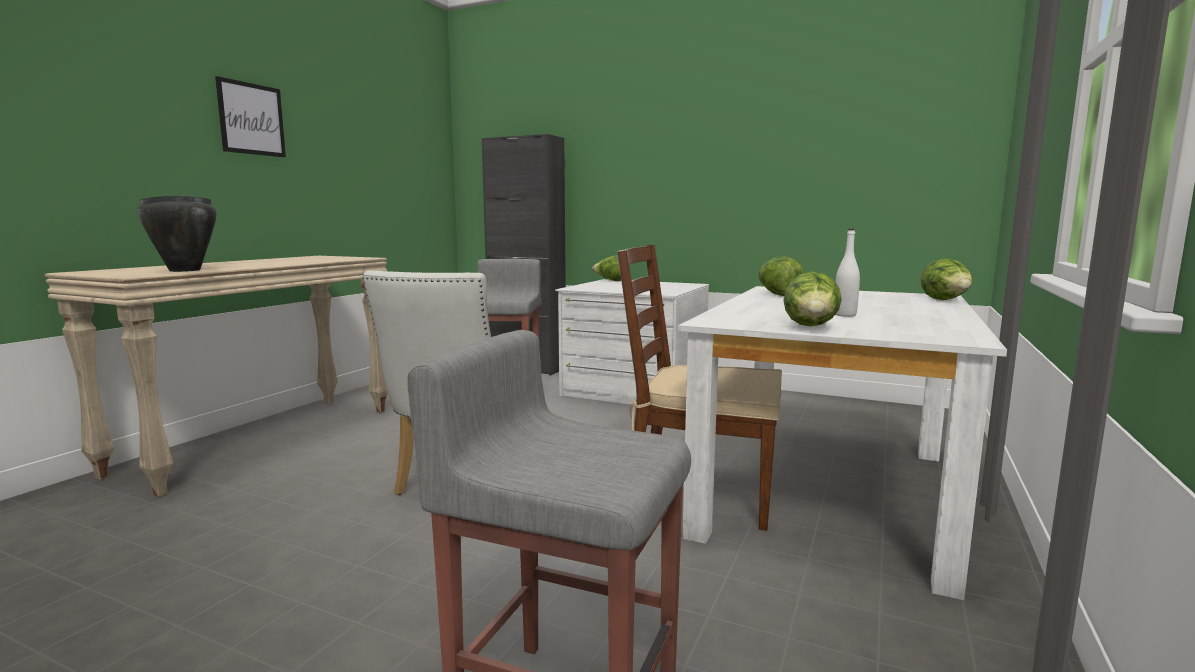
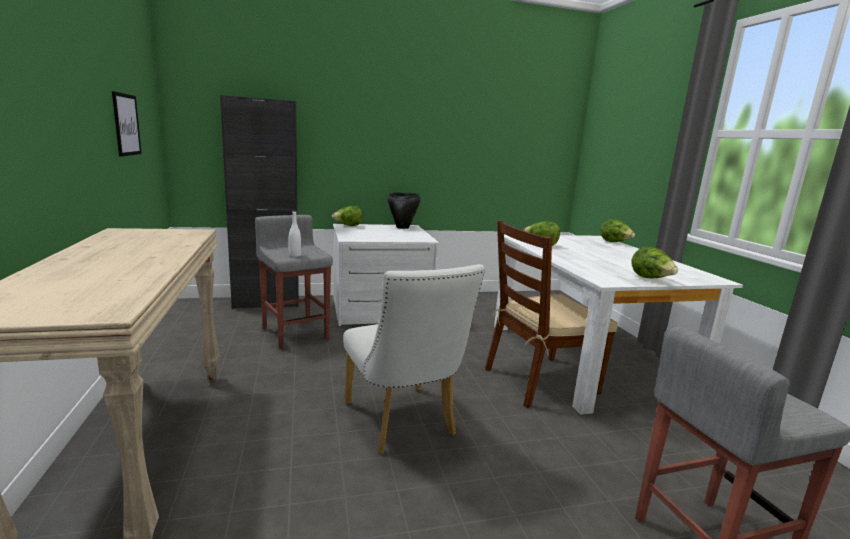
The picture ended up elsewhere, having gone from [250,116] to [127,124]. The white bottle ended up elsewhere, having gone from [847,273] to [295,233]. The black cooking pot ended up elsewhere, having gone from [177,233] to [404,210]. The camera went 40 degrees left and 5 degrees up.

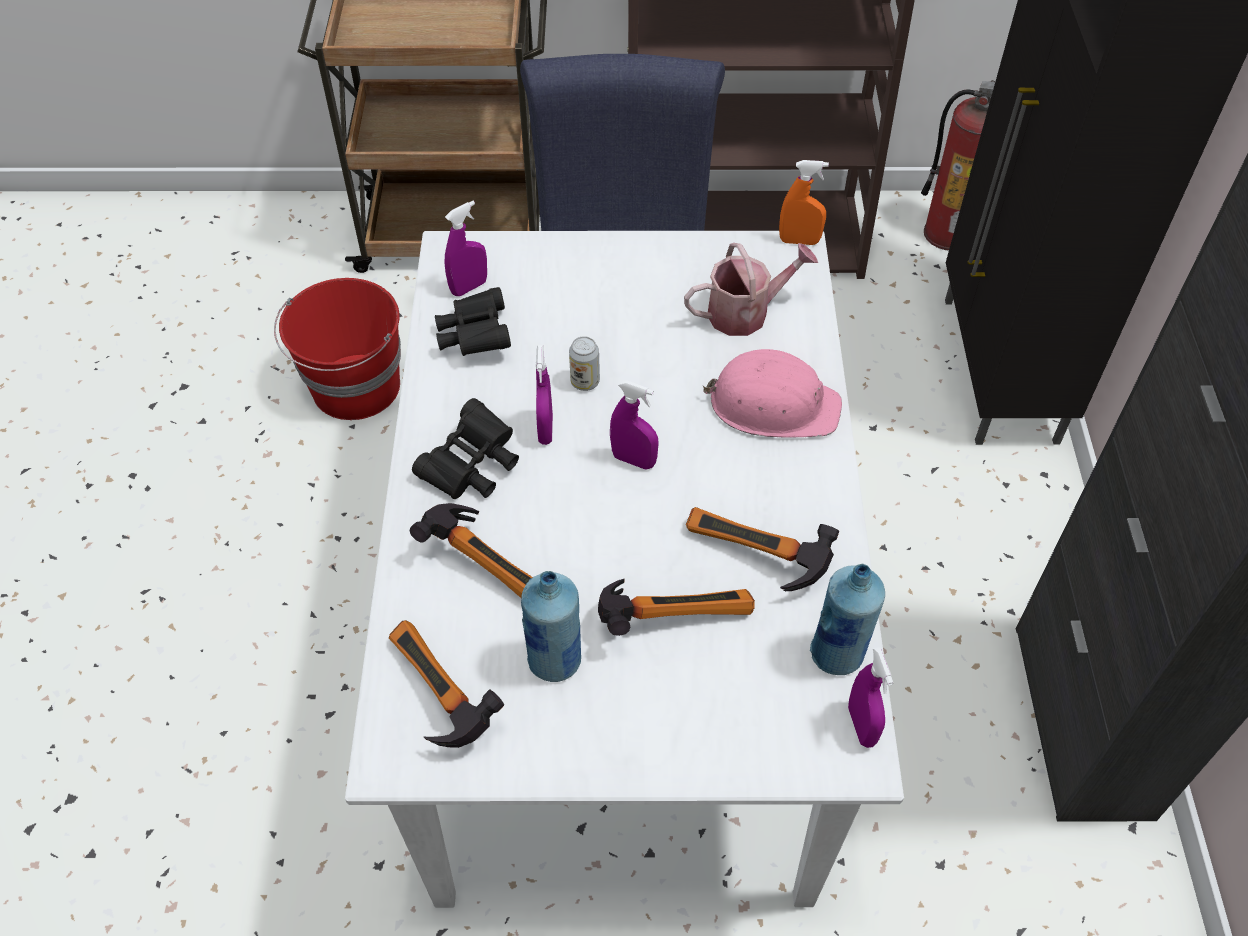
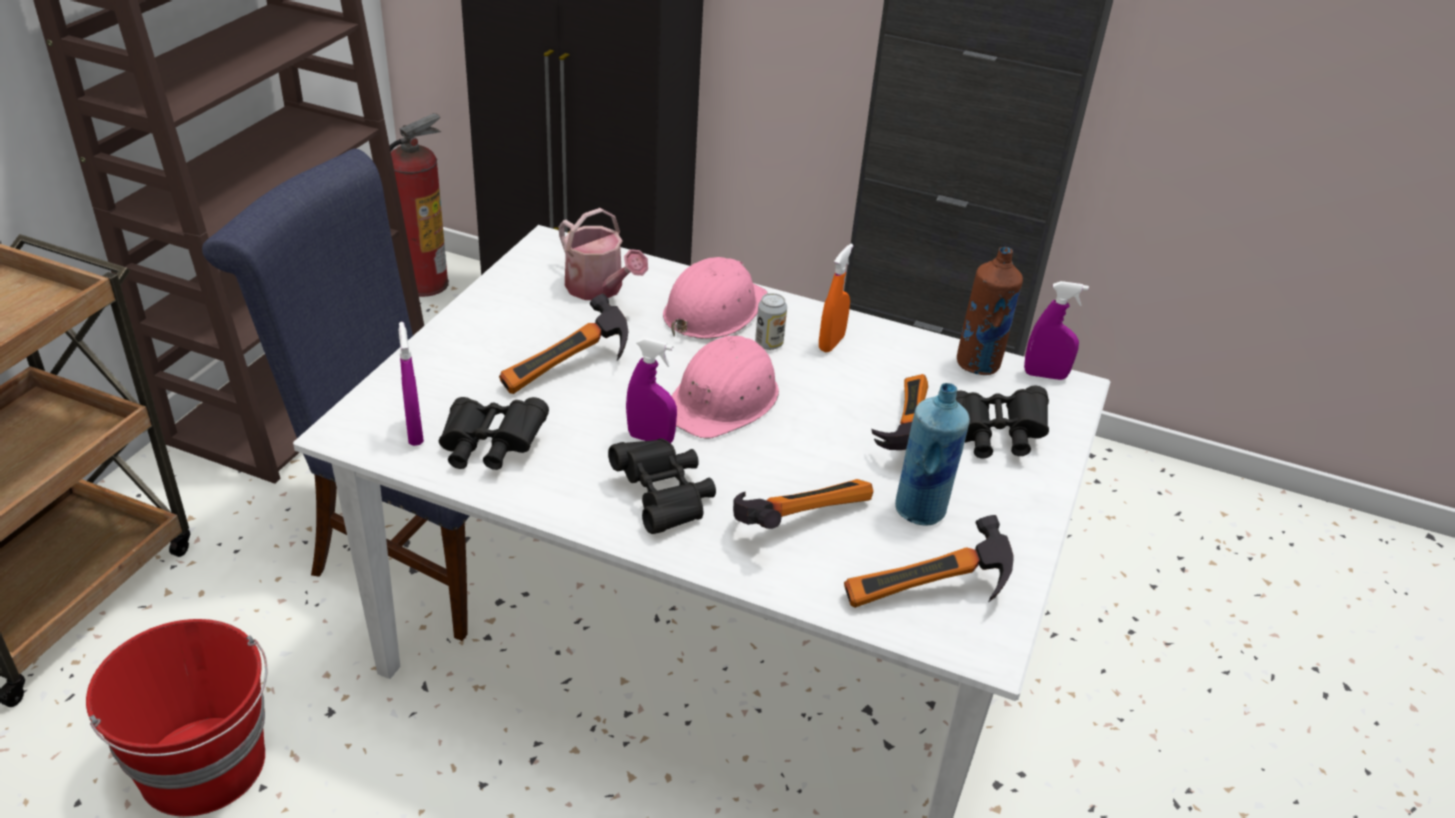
The hammer ended up elsewhere, having gone from [762,549] to [563,343]. The watering can at [751,289] ended up facing another way, 135 degrees clockwise from before. Where the purple spray bottle stood at [634,425], the pink hard hat came to stand at [725,387]. The can ended up elsewhere, having gone from [584,363] to [771,321]. The orange spray bottle ended up elsewhere, having gone from [804,202] to [836,298]. The second view gained the black binoculars at [1002,422]. What was the blue bottle at [847,619] turned into the brown bottle at [990,311]. The camera went 70 degrees left and 15 degrees down.

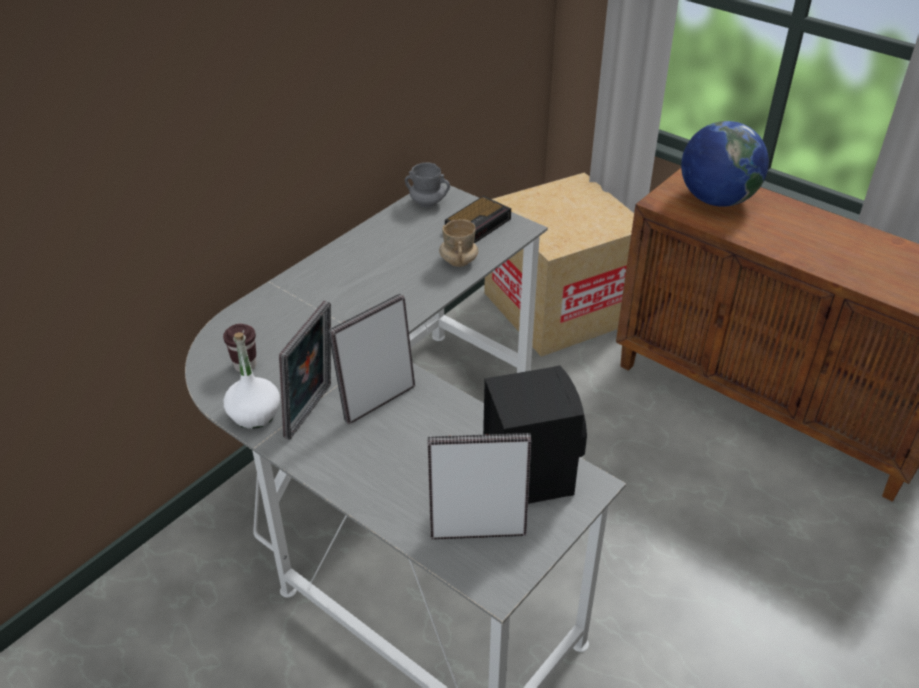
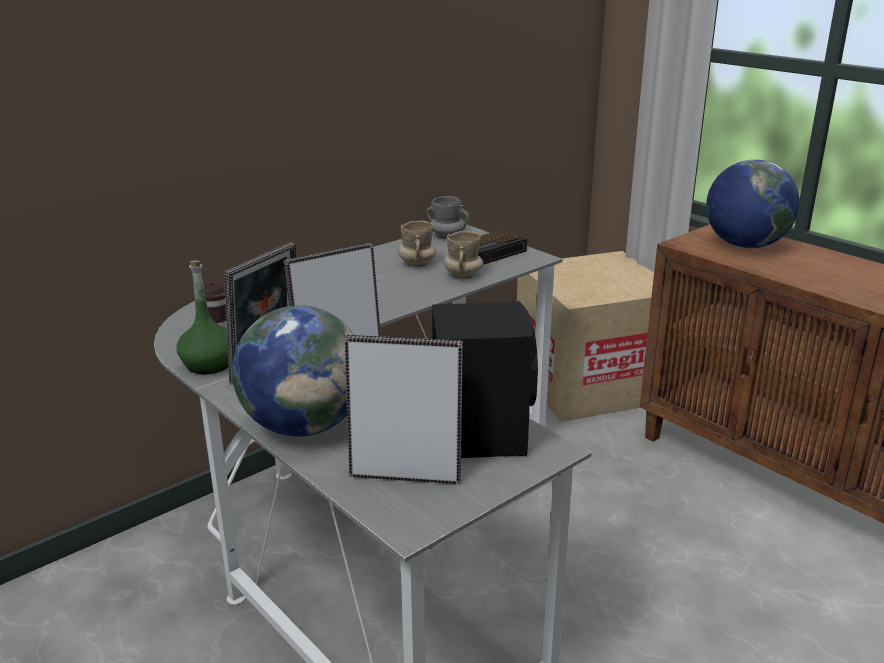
What was the white bottle at [252,380] turned into the green bottle at [202,317]. The second view gained the globe at [293,371]. The second view gained the beige mug at [417,244]. The camera went 10 degrees right and 15 degrees down.

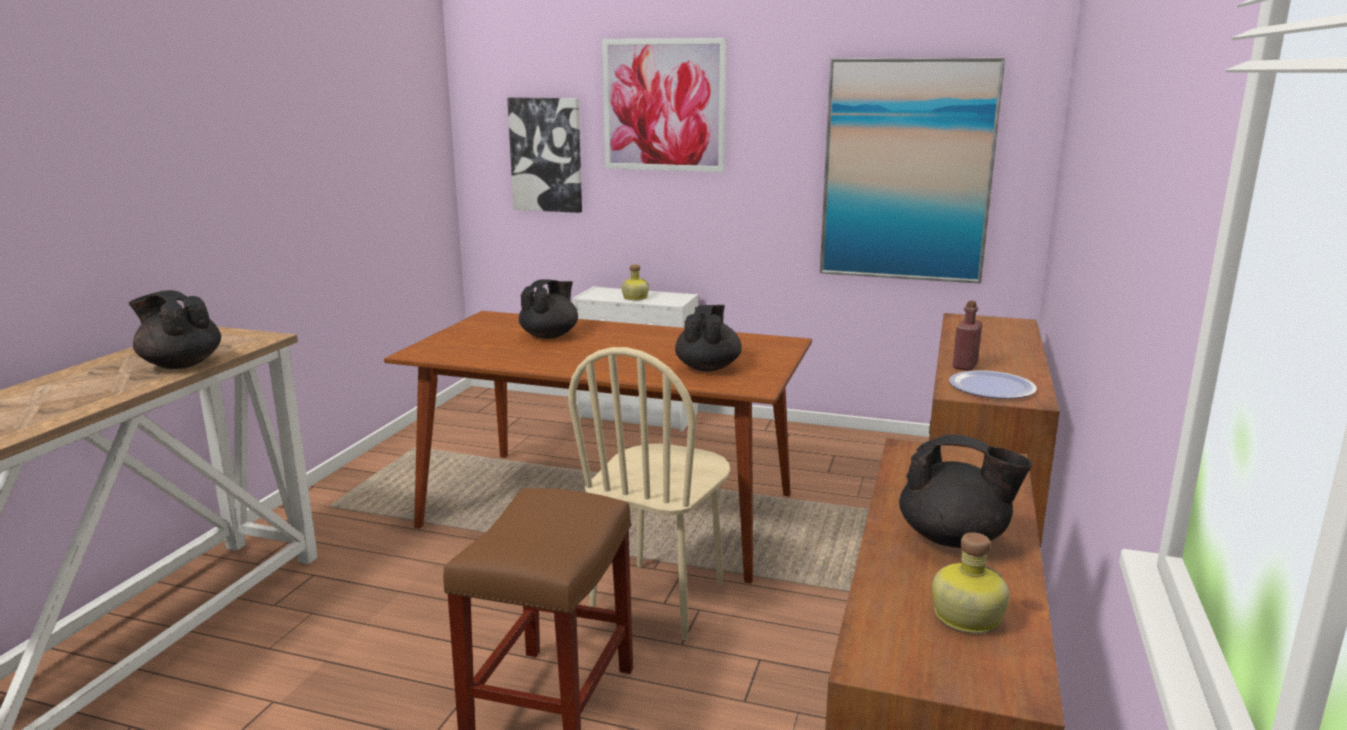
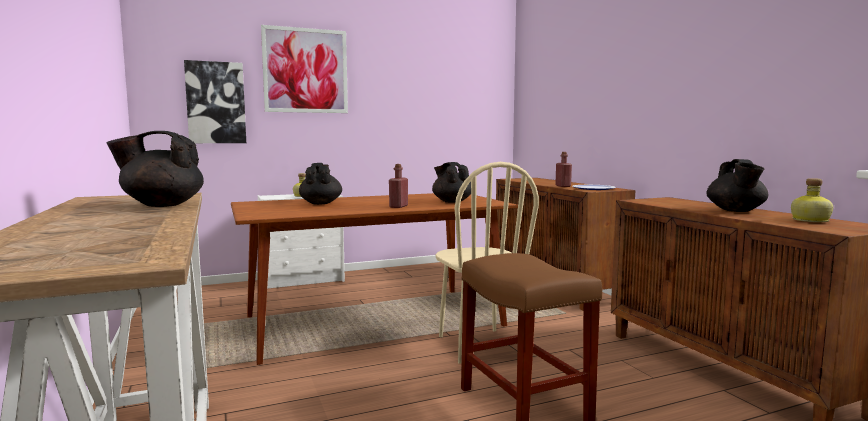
The second view gained the red bottle at [398,186]. The black teapot at [965,491] ended up facing another way, 120 degrees clockwise from before. The second view lost the picture at [912,171]. The camera went 40 degrees left and 10 degrees down.

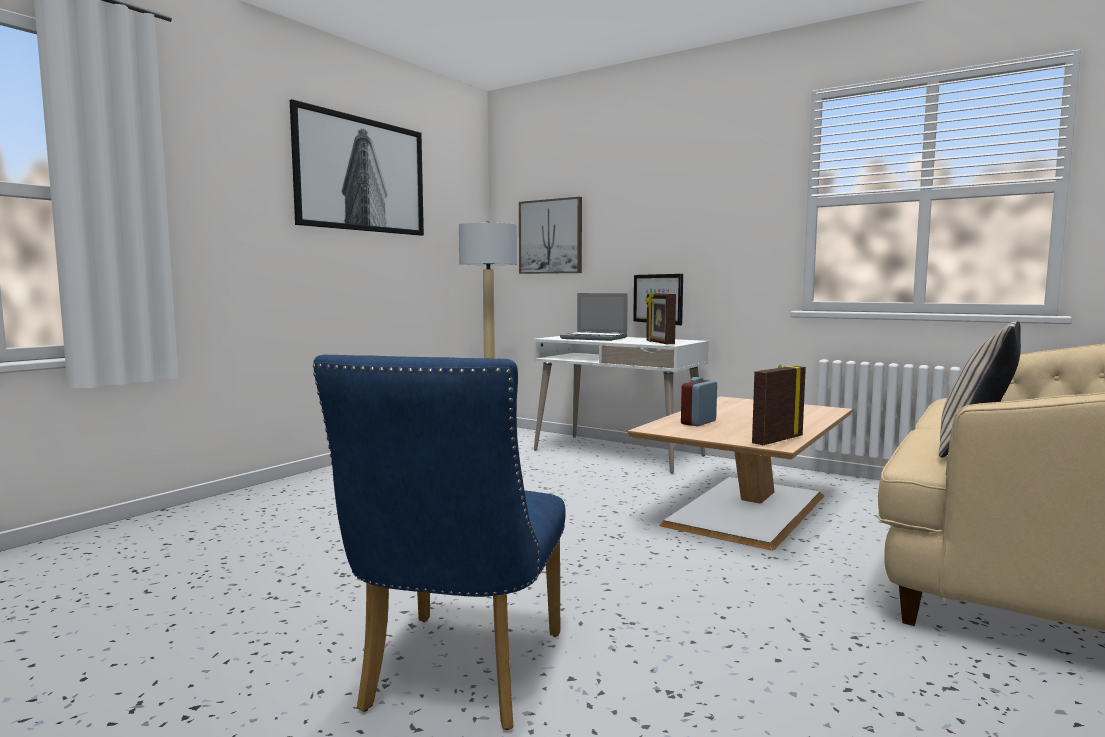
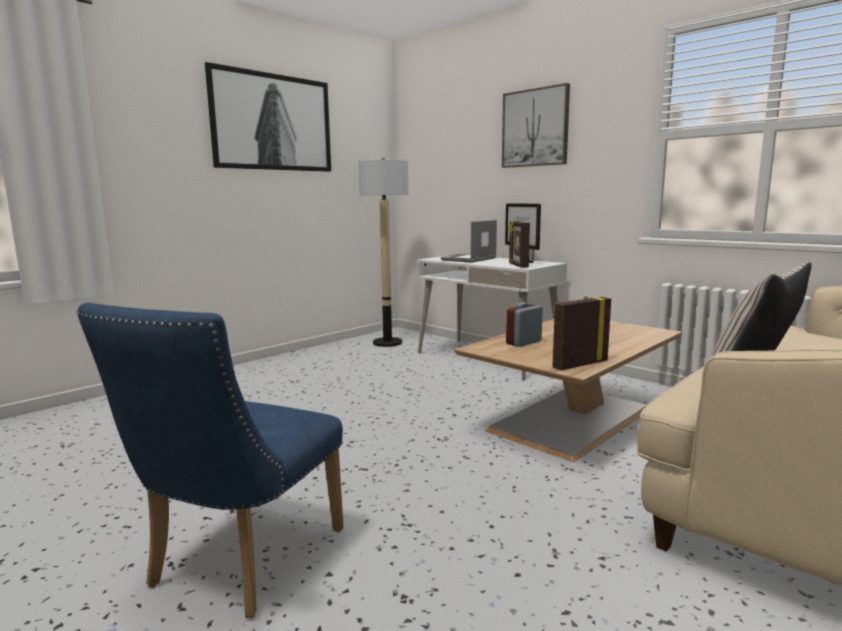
The laptop at [594,317] ended up facing another way, 90 degrees clockwise from before. The picture ended up elsewhere, having gone from [550,235] to [536,125]. The camera went 10 degrees right and 5 degrees up.

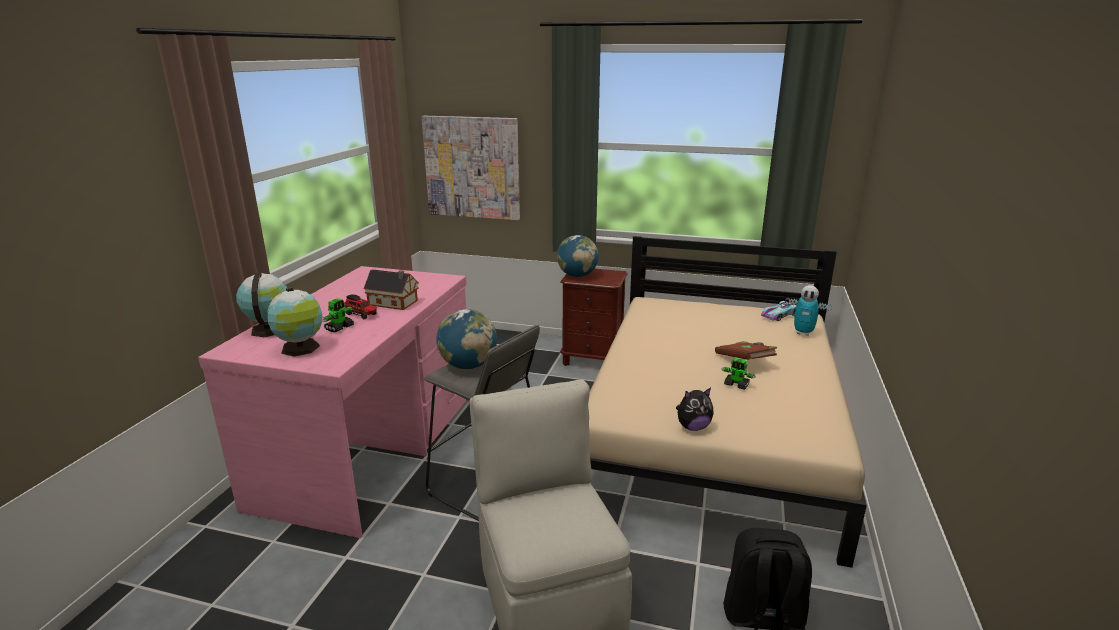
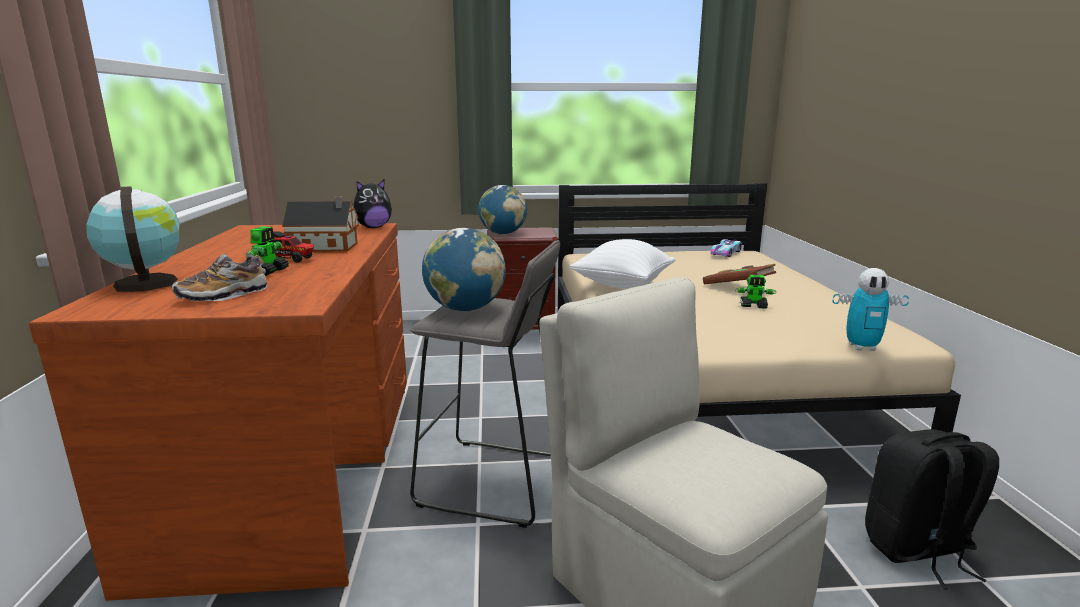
What was the pink desk at [333,402] turned into the brown desk at [218,412]. Where the globe stood at [294,322], the shoe came to stand at [219,277]. The plush toy ended up elsewhere, having gone from [695,409] to [373,204]. The second view gained the white pillow at [622,264]. The toy robot ended up elsewhere, having gone from [808,310] to [870,309]. The second view lost the picture at [470,168]. The camera went 20 degrees left and 5 degrees down.

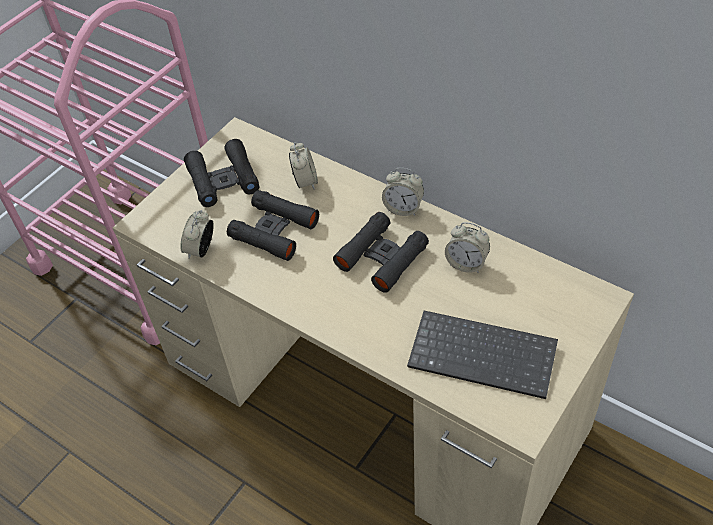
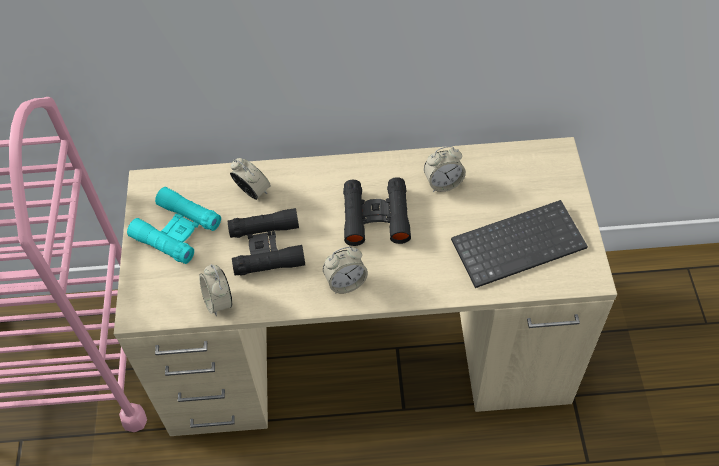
What was the black binoculars at [221,173] turned into the turquoise binoculars at [174,225]. The alarm clock ended up elsewhere, having gone from [403,192] to [345,270]. The camera went 40 degrees left and 5 degrees up.

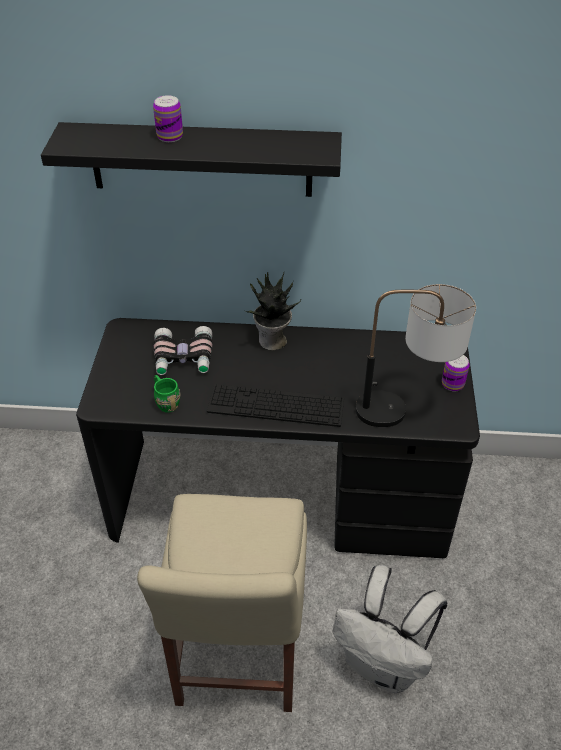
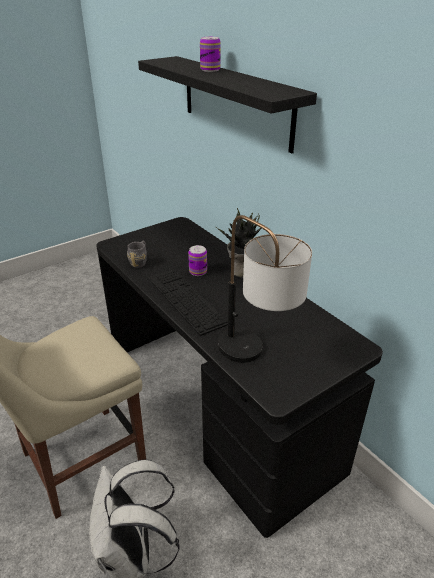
What was the green mug at [167,394] turned into the grey mug at [137,254]. The can ended up elsewhere, having gone from [456,373] to [197,260]. The second view lost the binoculars at [183,350]. The camera went 50 degrees right and 10 degrees down.

